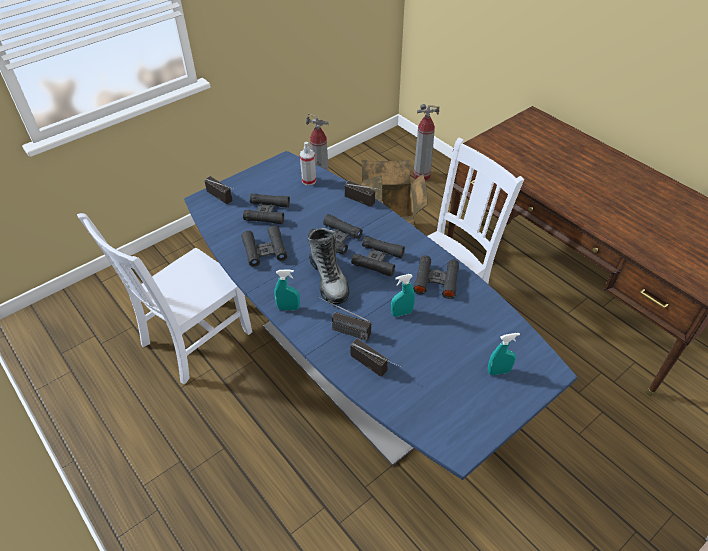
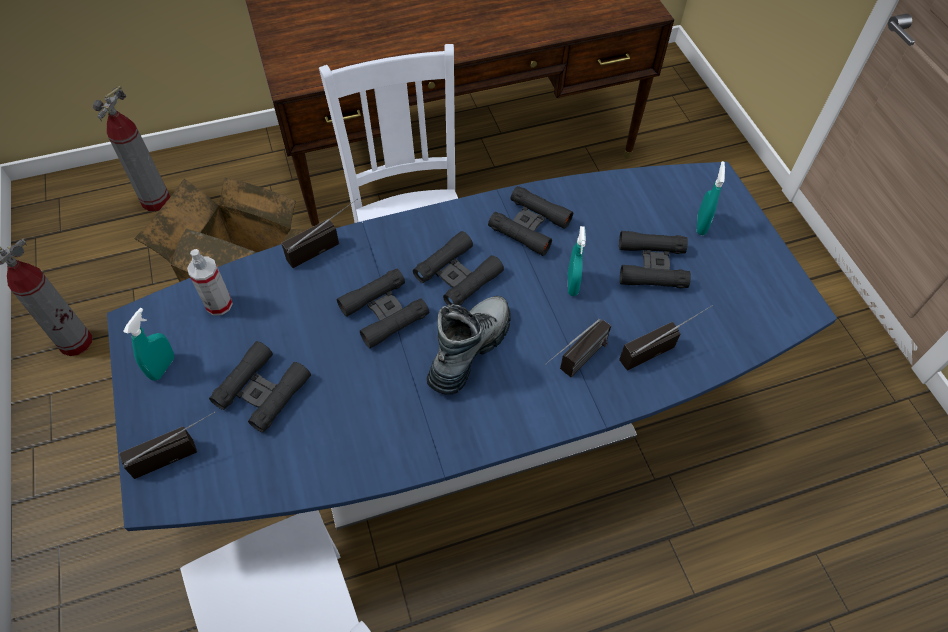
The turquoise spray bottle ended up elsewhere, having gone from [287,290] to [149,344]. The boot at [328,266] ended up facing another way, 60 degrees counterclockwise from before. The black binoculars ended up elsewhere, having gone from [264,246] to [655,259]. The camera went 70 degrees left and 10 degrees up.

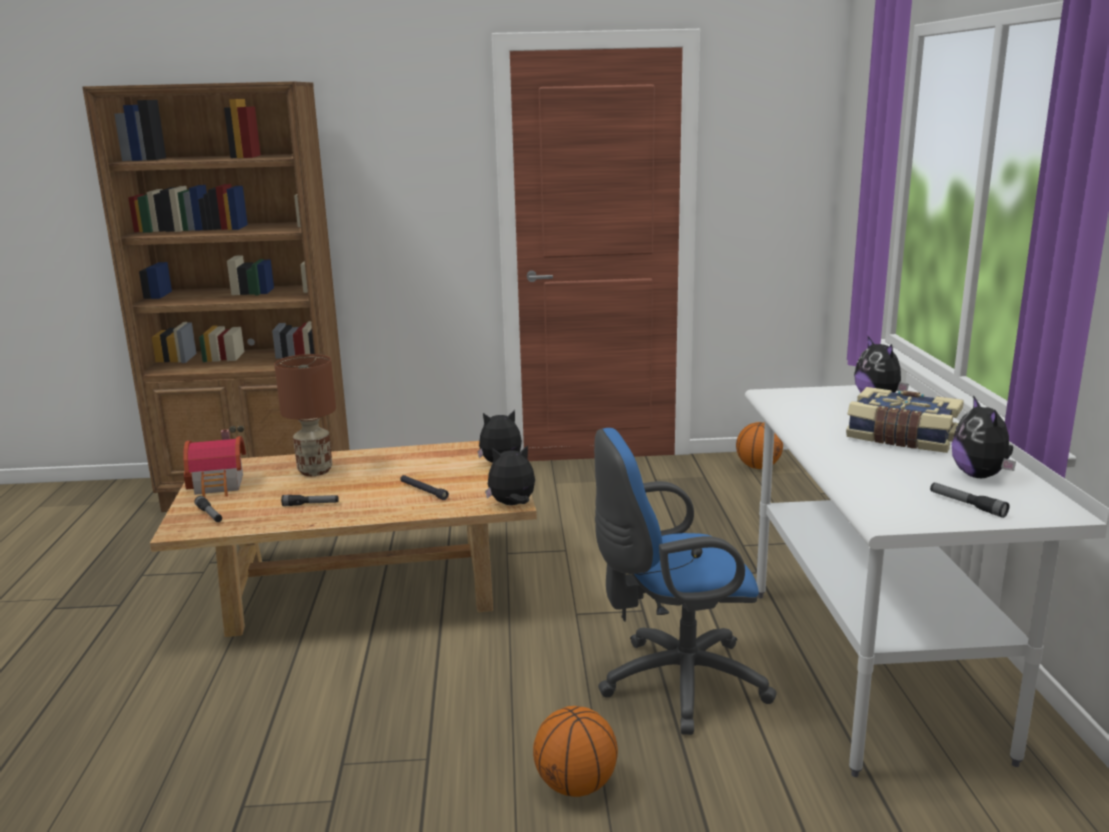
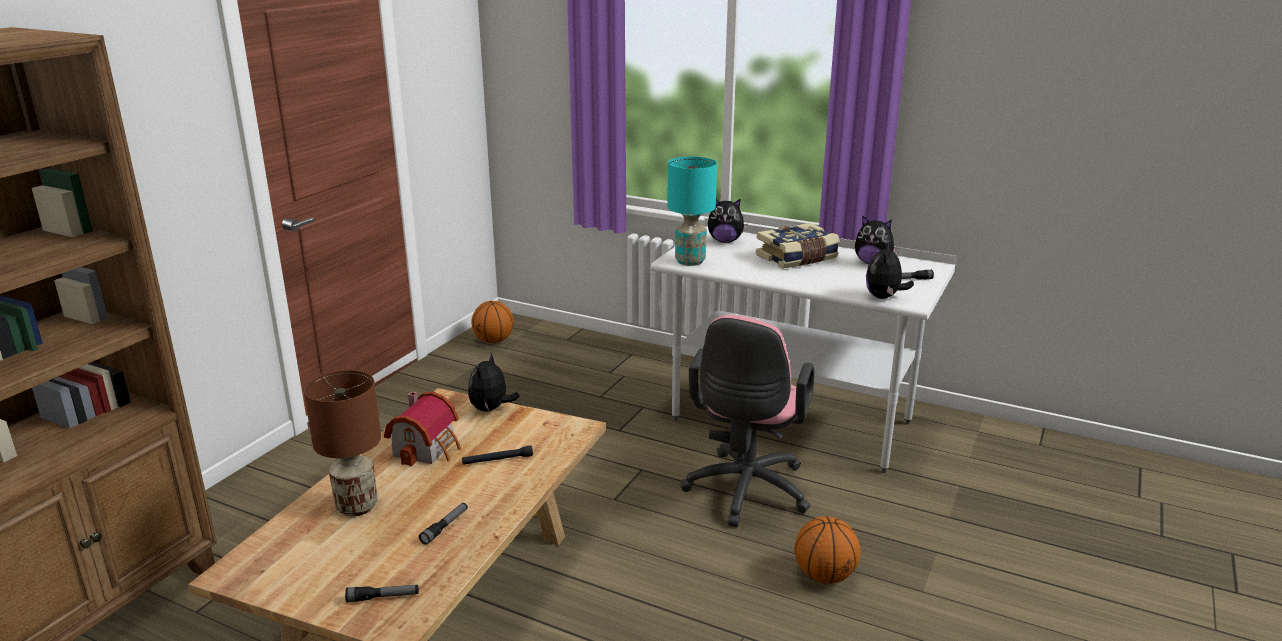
The toy house ended up elsewhere, having gone from [215,463] to [422,429]. The second view gained the turquoise table lamp at [692,211]. What was the blue office chair at [685,581] turned into the pink office chair at [747,421]. The plush toy ended up elsewhere, having gone from [510,475] to [890,270]. The camera went 60 degrees left and 5 degrees up.

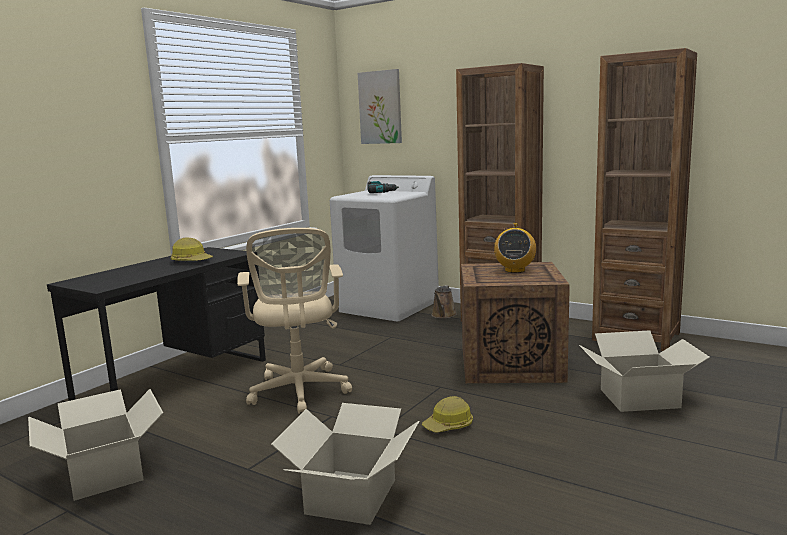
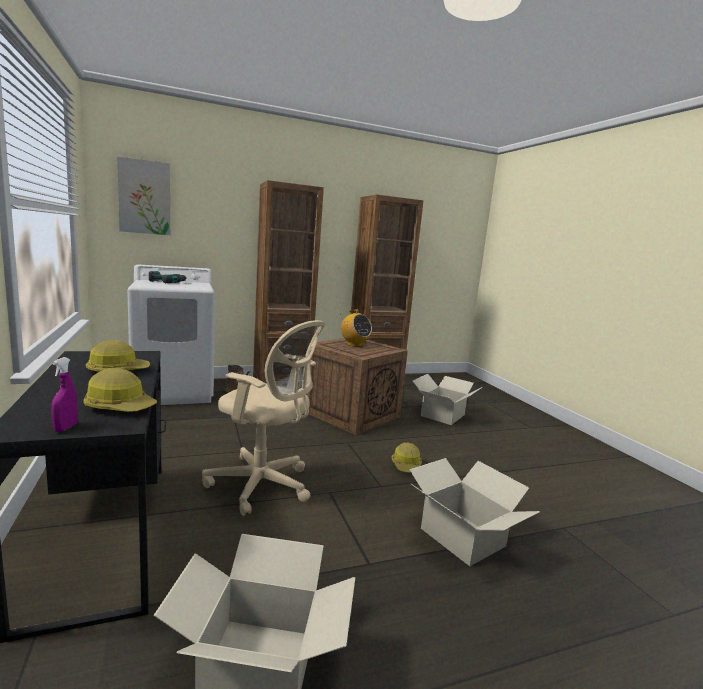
The second view gained the purple spray bottle at [64,394]. The second view gained the hard hat at [120,390]. The camera went 55 degrees left and 0 degrees up.

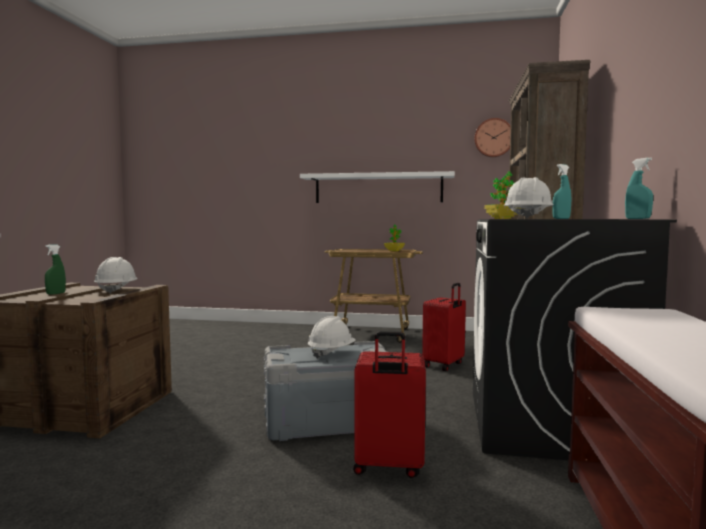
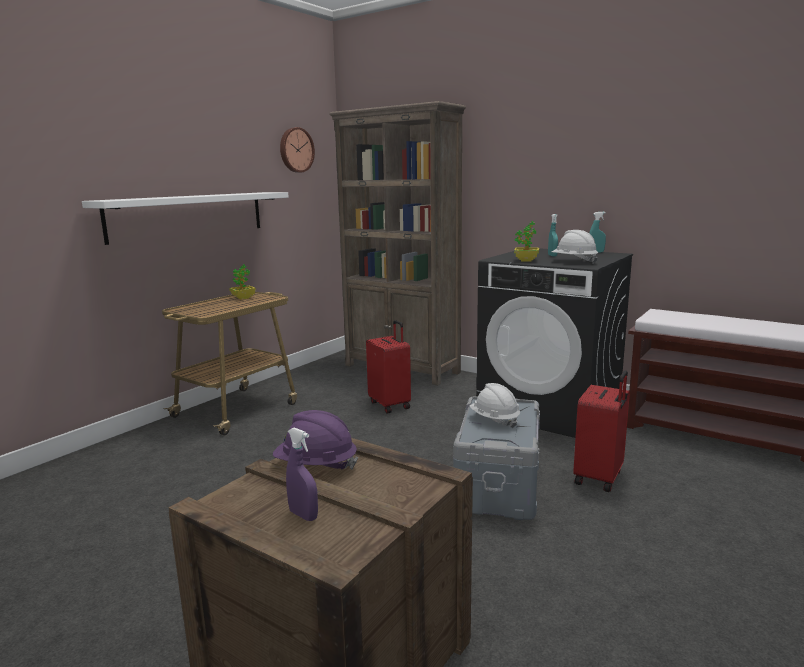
What was the white hard hat at [116,275] turned into the purple hard hat at [315,439]. What was the green spray bottle at [55,269] turned into the purple spray bottle at [302,474]. The camera went 65 degrees left and 10 degrees up.

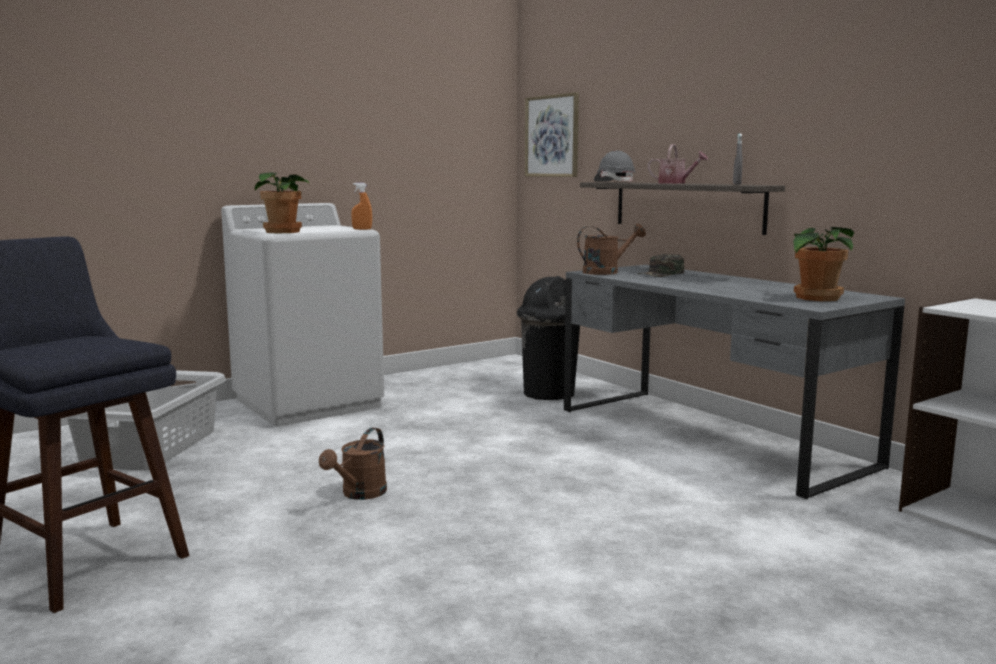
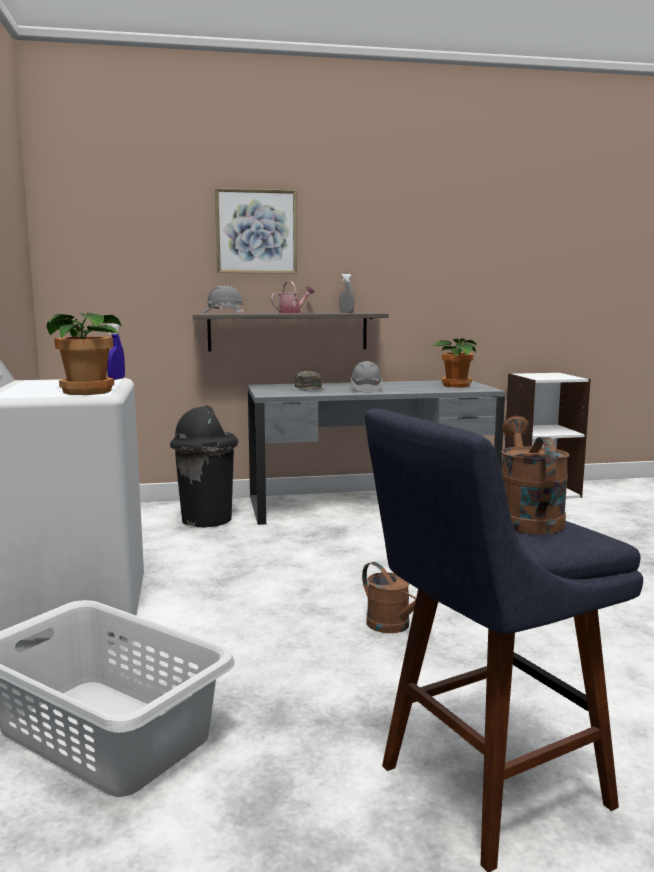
What was the orange spray bottle at [361,206] turned into the blue spray bottle at [116,351]. The picture ended up elsewhere, having gone from [552,134] to [256,230]. The second view gained the grey hard hat at [367,376]. The brown watering can ended up elsewhere, having gone from [611,249] to [535,475]. The camera went 65 degrees left and 0 degrees up.

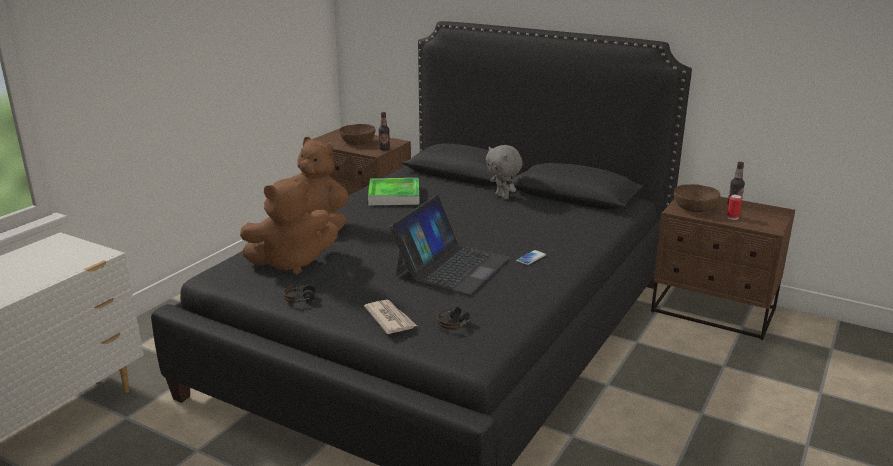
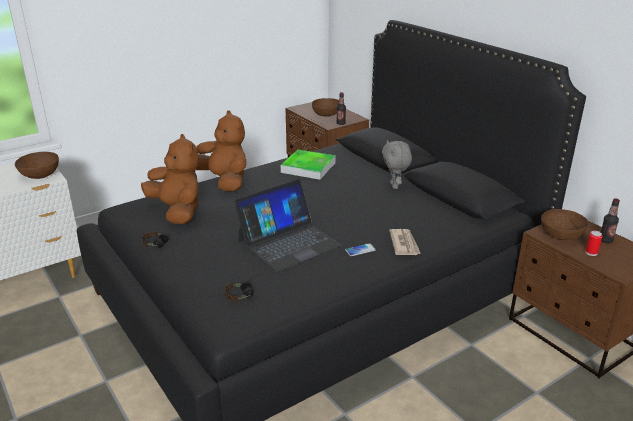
The second view gained the brown bowl at [37,165]. The brown plush toy at [289,227] ended up facing another way, 135 degrees counterclockwise from before. The newspaper ended up elsewhere, having gone from [390,317] to [405,242]. The camera went 25 degrees right and 5 degrees up.

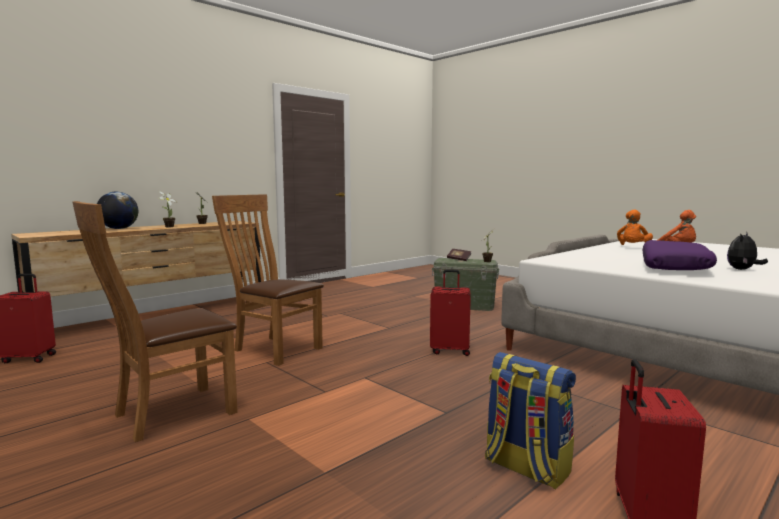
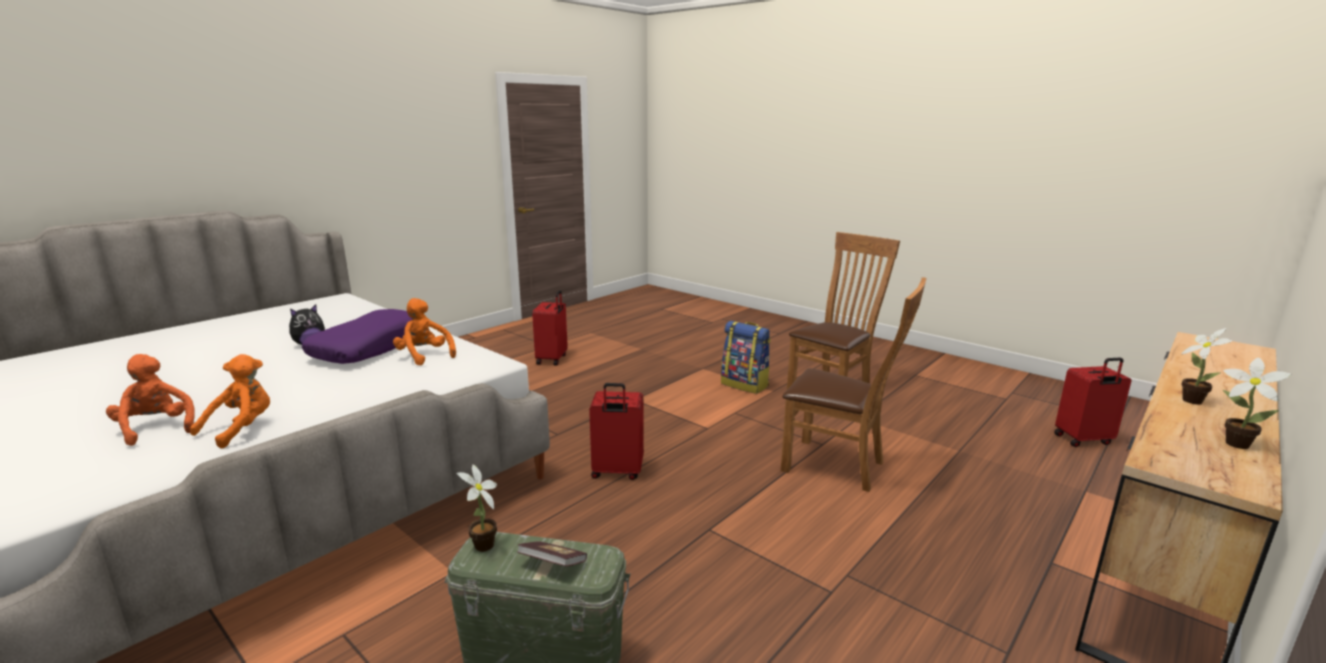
The second view gained the orange plush toy at [424,332]. The backpack ended up elsewhere, having gone from [530,420] to [746,357]. The second view lost the globe at [117,210]. The camera went 175 degrees right and 10 degrees up.

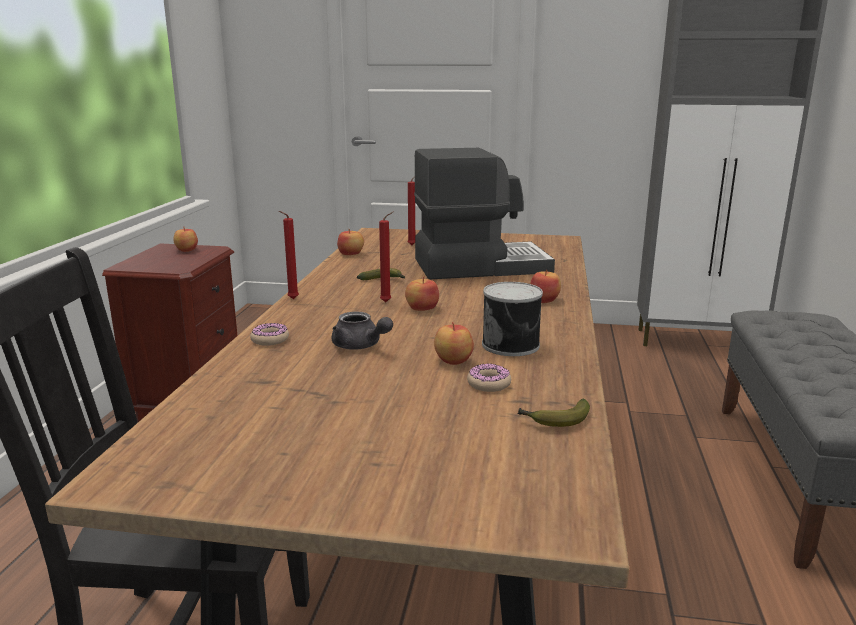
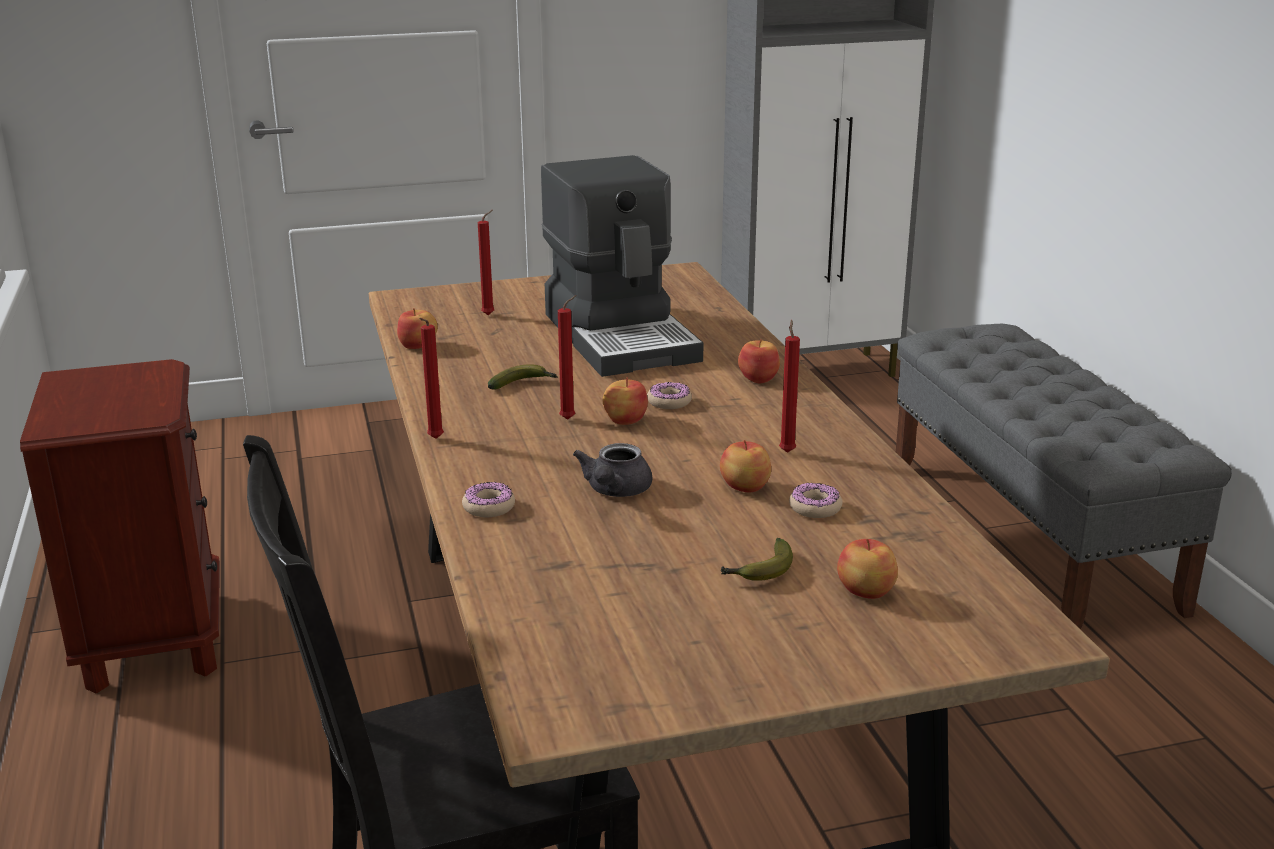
The coffee machine at [484,214] ended up facing another way, 105 degrees clockwise from before. The grey teapot at [362,331] ended up facing another way, 90 degrees clockwise from before. The second view gained the donut at [669,395]. The banana ended up elsewhere, having gone from [553,413] to [757,559]. Where the can stood at [512,319], the red candle came to stand at [789,386]. The apple ended up elsewhere, having gone from [185,239] to [867,569]. The camera went 25 degrees left and 5 degrees up.

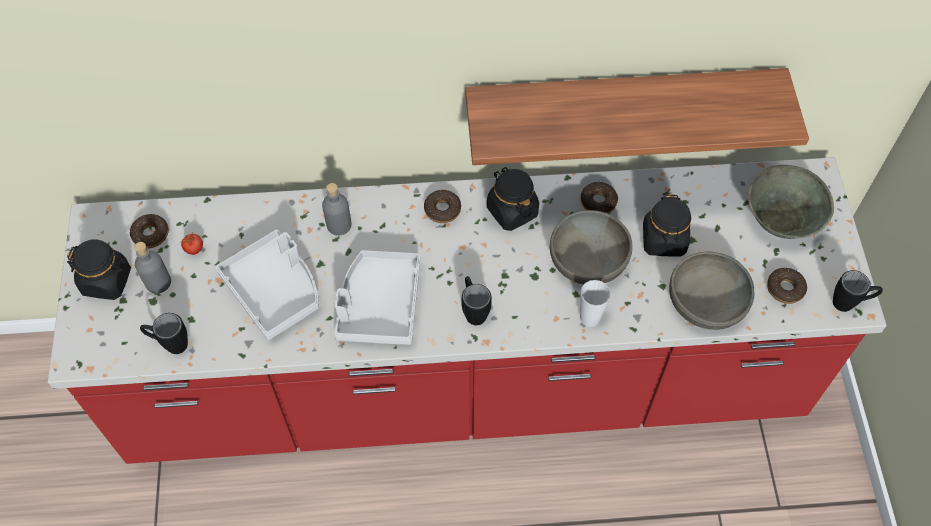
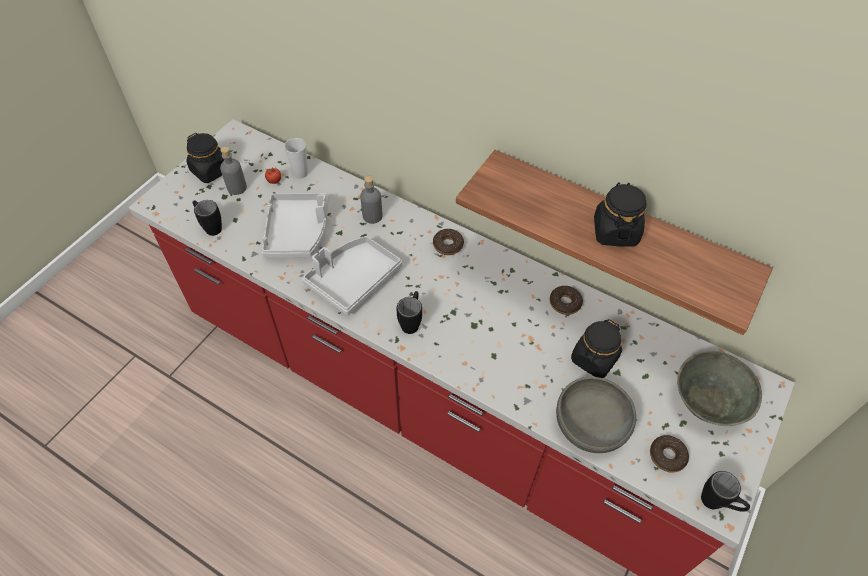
The cup ended up elsewhere, having gone from [595,303] to [296,158]. The black jar ended up elsewhere, having gone from [513,199] to [620,214]. The second view lost the donut at [149,231]. The second view lost the grey bowl at [591,247]. The camera went 35 degrees right and 5 degrees down.

